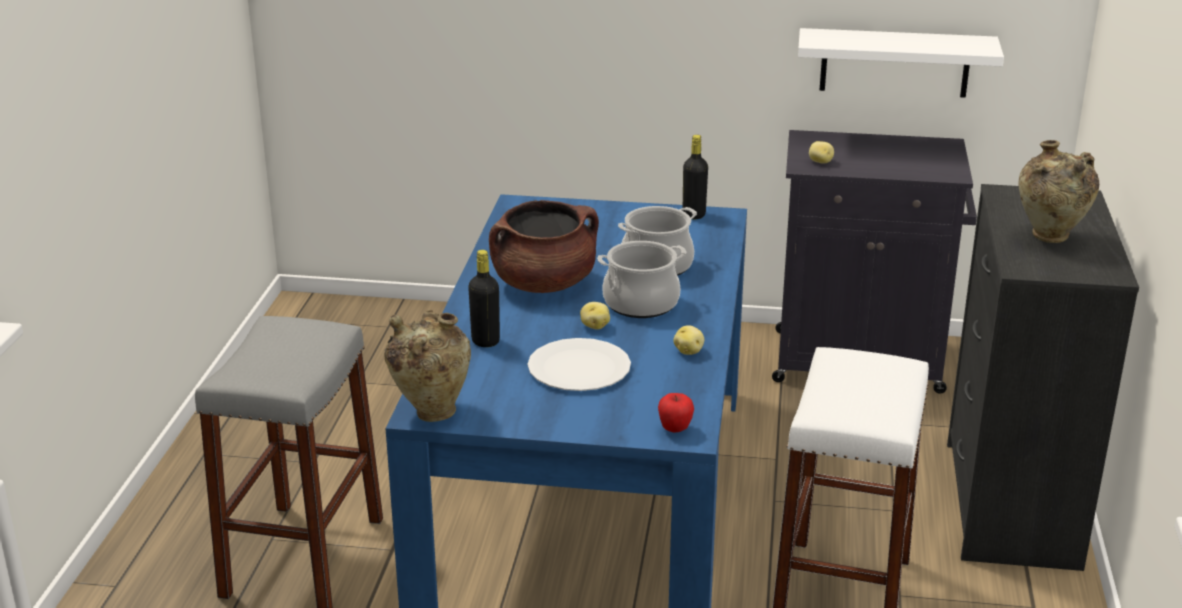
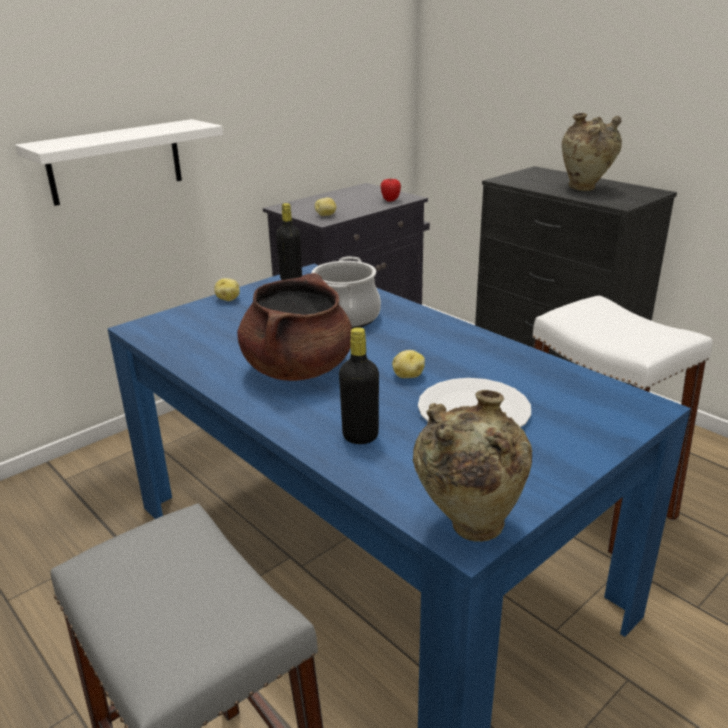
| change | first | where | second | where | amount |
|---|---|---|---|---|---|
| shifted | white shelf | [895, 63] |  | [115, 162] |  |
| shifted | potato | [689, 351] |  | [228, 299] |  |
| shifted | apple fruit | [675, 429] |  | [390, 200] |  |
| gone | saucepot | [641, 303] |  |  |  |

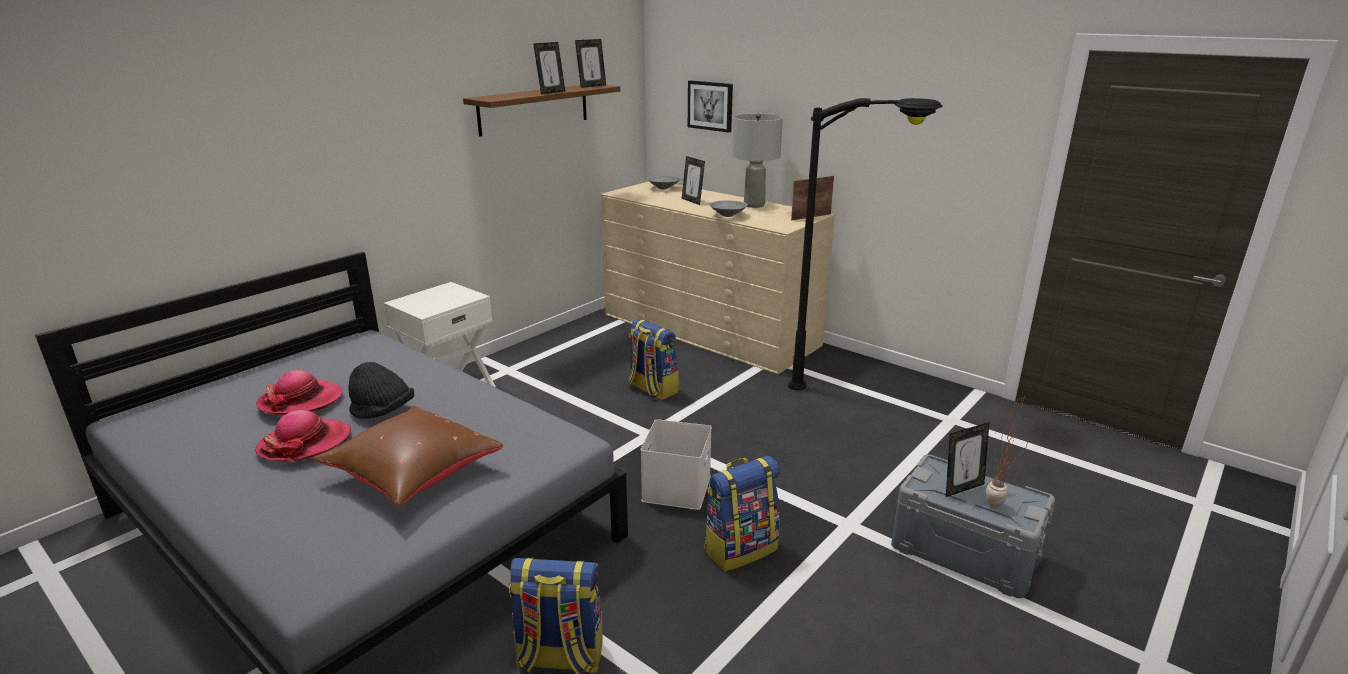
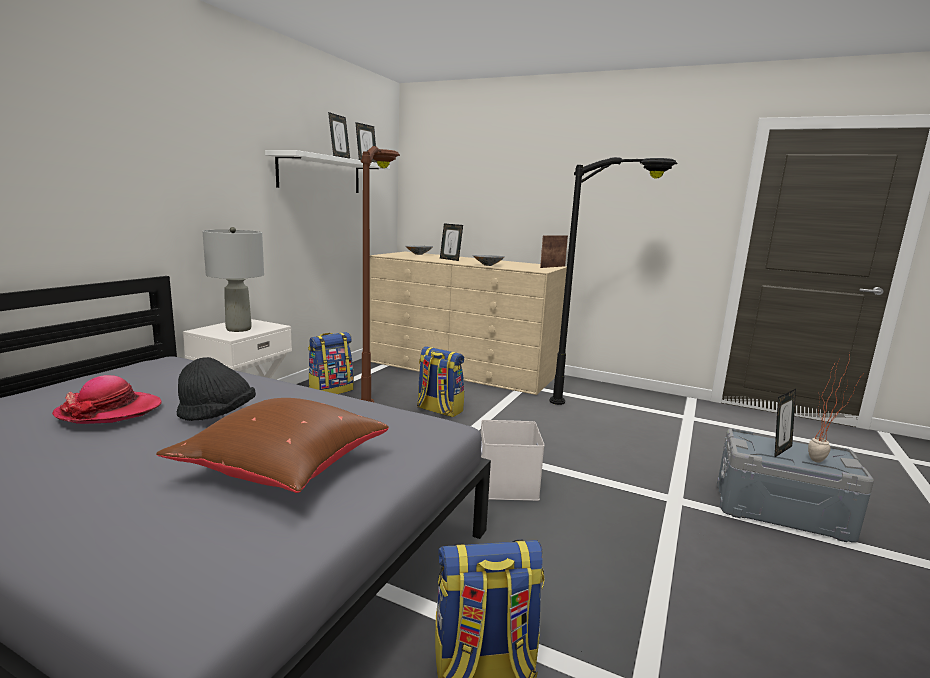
| change | first | where | second | where | amount |
|---|---|---|---|---|---|
| shifted | gray tabletop lamp | [754, 205] |  | [239, 329] |  |
| repainted | brown shelf | [534, 109] | white shelf | [320, 174] |  |
| shifted | rucksack | [740, 548] |  | [331, 391] |  |
| new |  |  | brown floor lamp | [377, 387] |  |
| gone | hat | [305, 443] |  |  |  |
| gone | picture | [710, 106] |  |  |  |

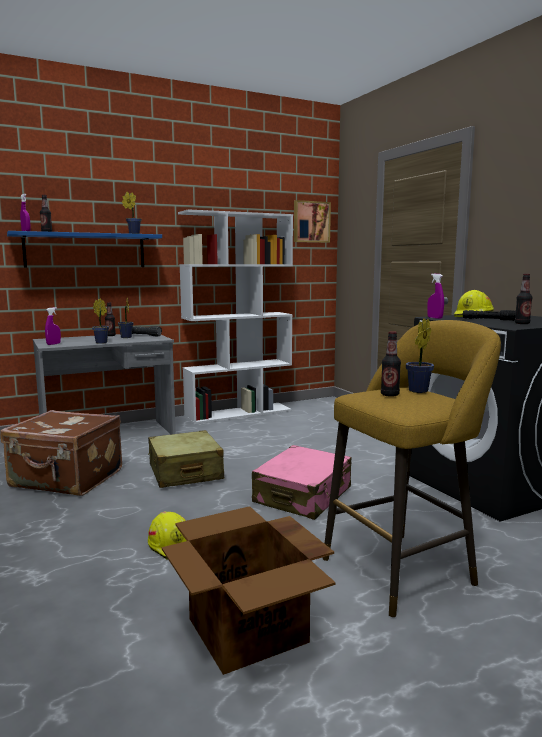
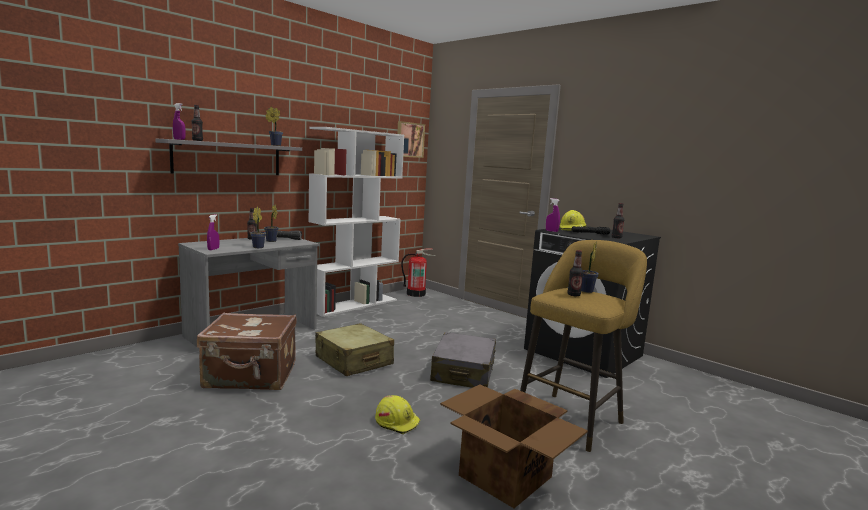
| change | first | where | second | where | amount |
|---|---|---|---|---|---|
| repainted | bluish shelf | [85, 250] | gray shelf | [228, 158] |  |
| new |  |  | extinguisher | [416, 294] |  |
| repainted | pink suitcase | [303, 496] | gray suitcase | [463, 372] |  |

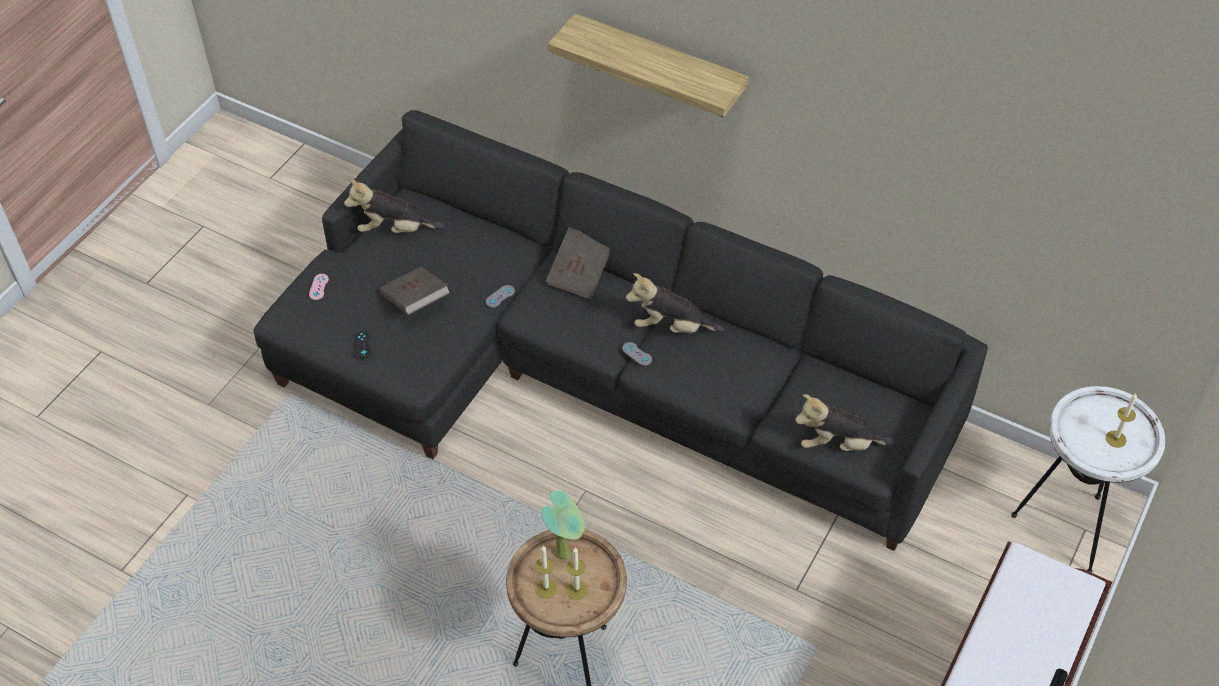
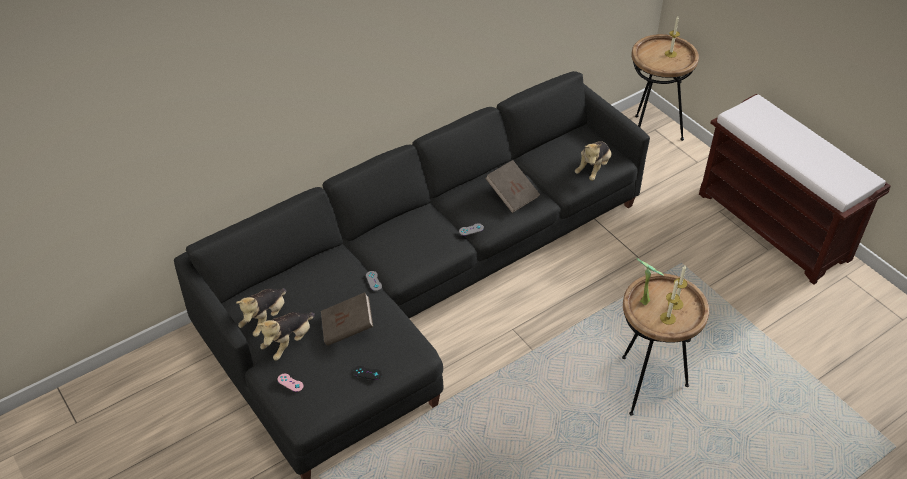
| change | first | where | second | where | amount |
|---|---|---|---|---|---|
| shifted | plush toy | [672, 327] |  | [289, 342] |  |
| shifted | brown book | [580, 274] |  | [512, 195] |  |
| repainted | white side table | [1066, 528] | brown side table | [650, 135] |  |
| gone | shelf | [659, 68] |  |  |  |

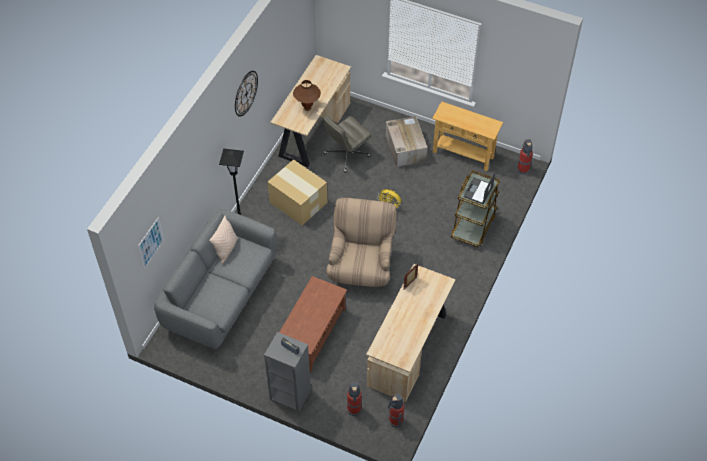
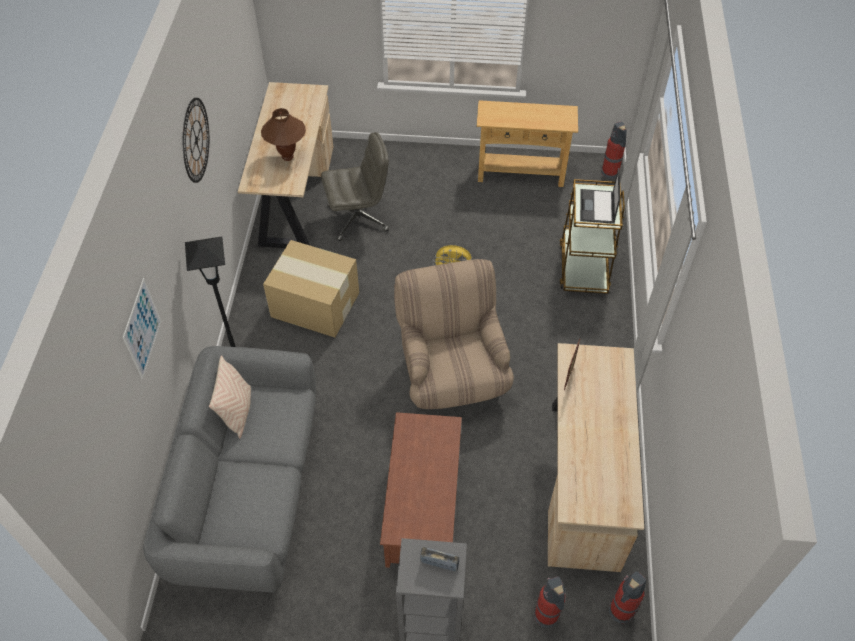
| change | first | where | second | where | amount |
|---|---|---|---|---|---|
| shifted | picture | [151, 243] |  | [142, 328] |  |
| rotated | gray office chair | [346, 155] |  | [358, 218] | 135 degrees counterclockwise |
| gone | packing box | [405, 147] |  |  |  |

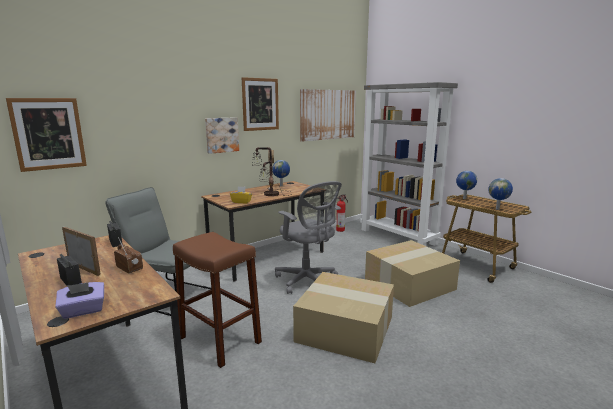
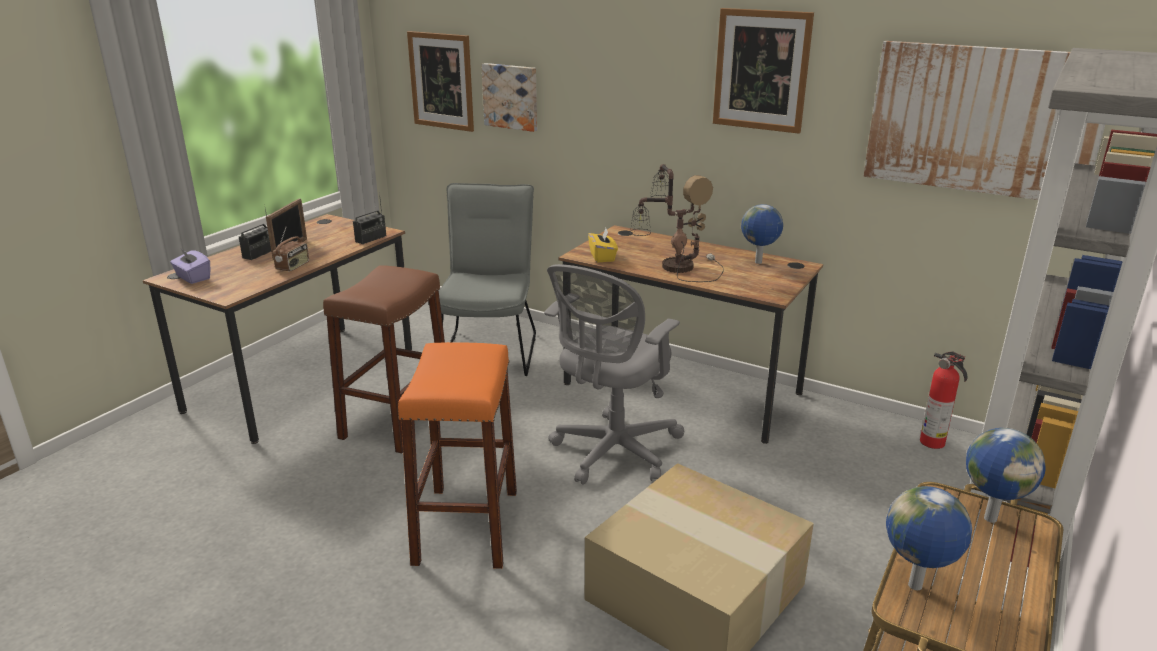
| change | first | where | second | where | amount |
|---|---|---|---|---|---|
| swapped | packing box | [346, 328] | orange-coloured sitting stool | [466, 526] |  |
| shifted | picture | [221, 135] |  | [511, 96] |  |

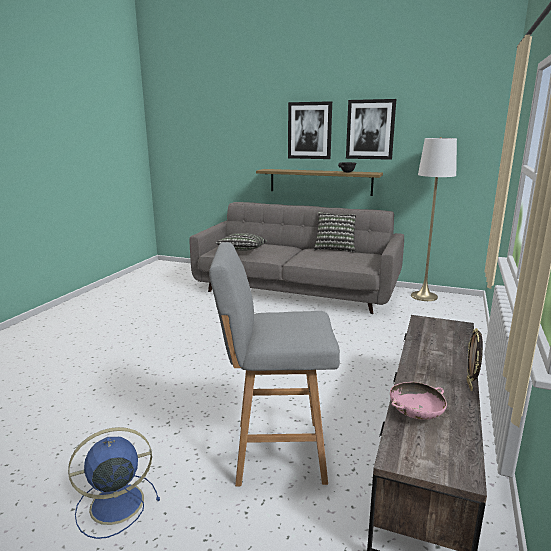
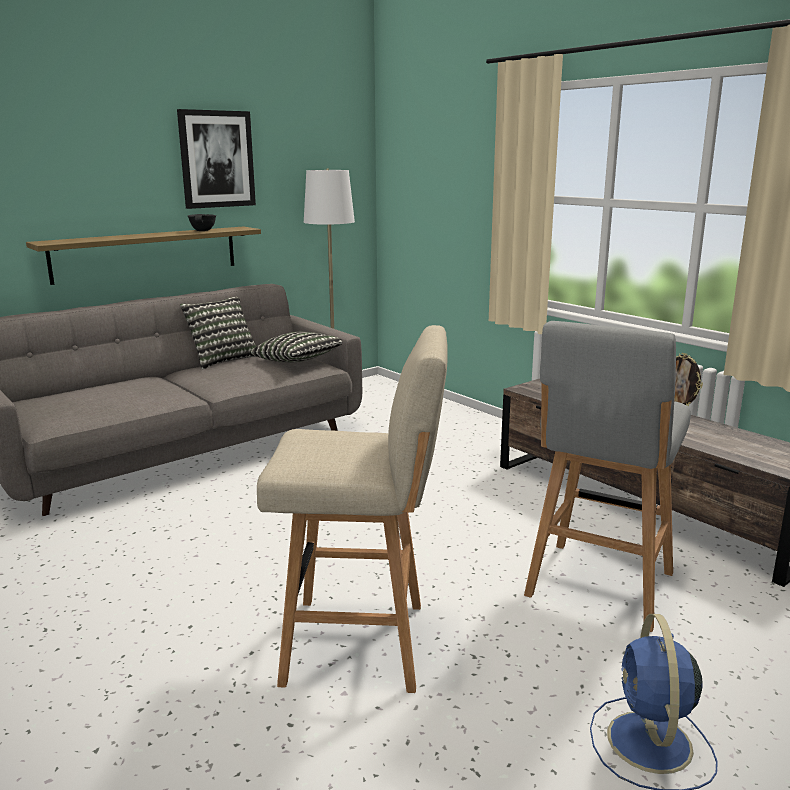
| change | first | where | second | where | amount |
|---|---|---|---|---|---|
| shifted | cushion | [242, 250] |  | [298, 361] |  |
| new |  |  | sand-coloured sitting stool | [361, 643] |  |
| gone | picture | [309, 130] |  |  |  |
| gone | pink serving bowl | [416, 414] |  |  |  |

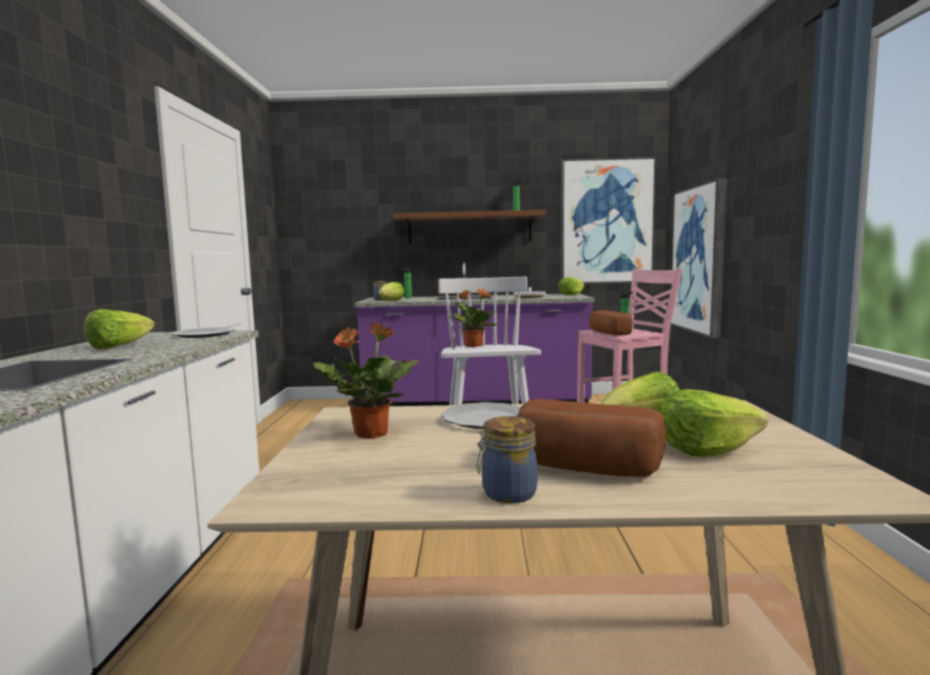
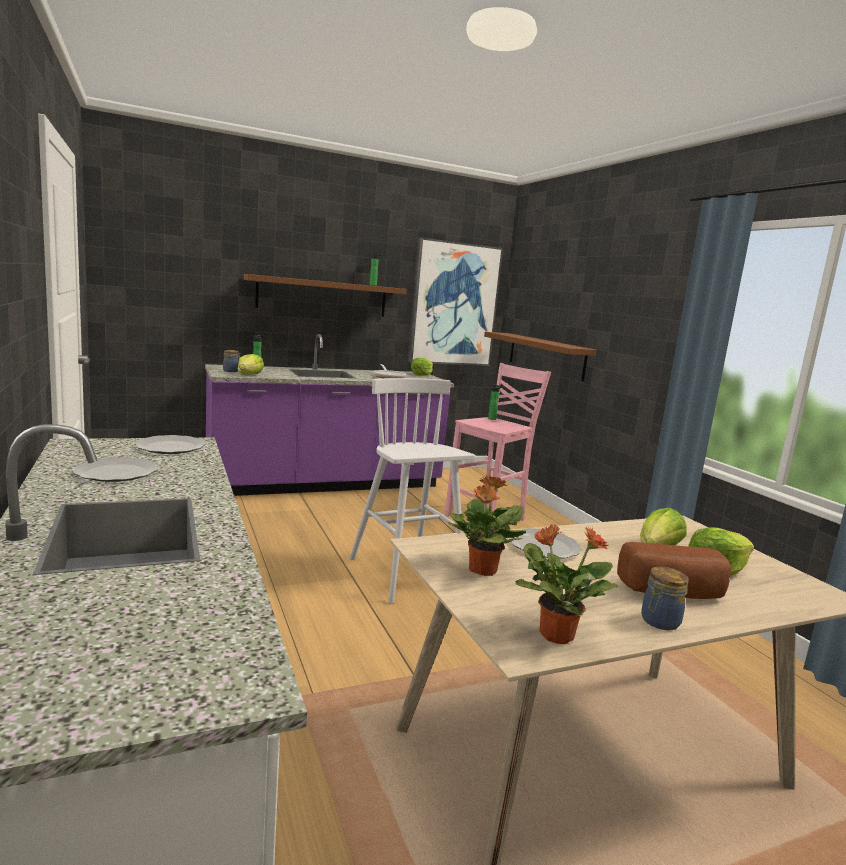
| change | first | where | second | where | amount |
|---|---|---|---|---|---|
| swapped | lettuce head | [119, 346] | plate | [115, 473] |  |
| swapped | picture | [699, 259] | brown shelf | [545, 355] |  |
| shifted | houseplant | [473, 345] |  | [555, 634] |  |
| gone | bread | [607, 333] |  |  |  |

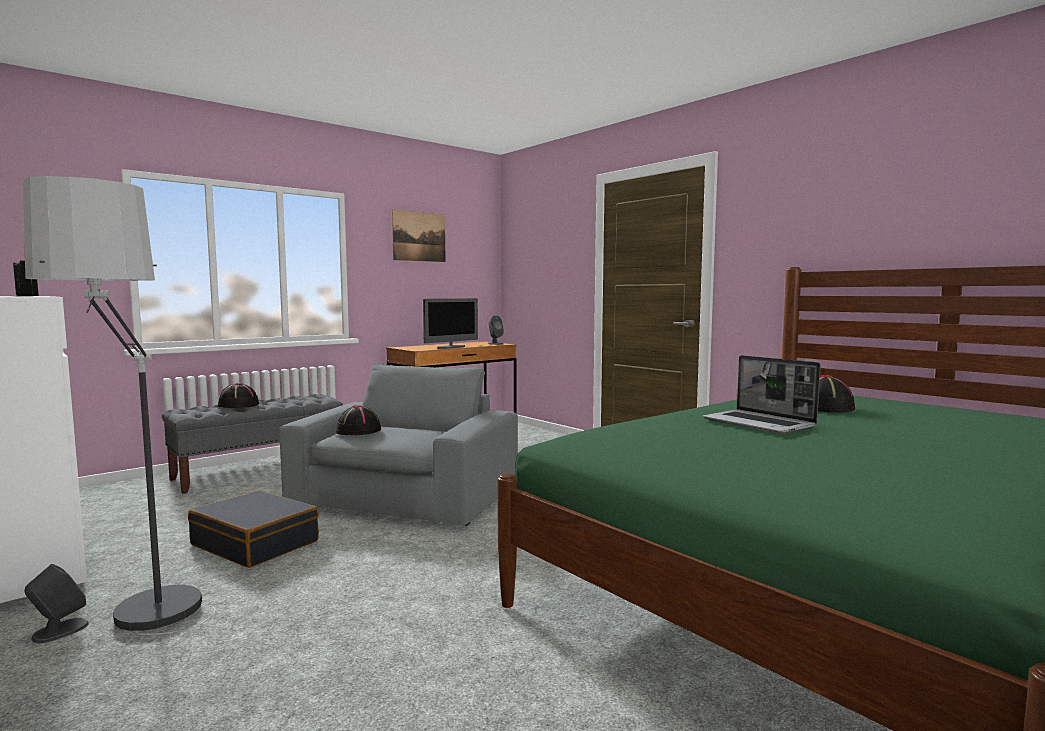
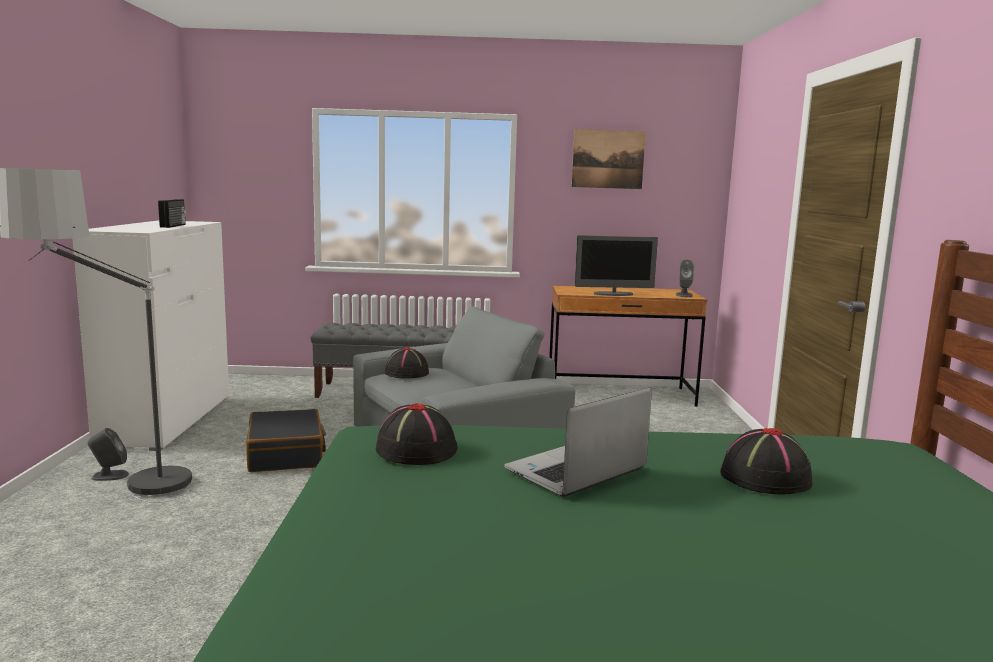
| change | first | where | second | where | amount |
|---|---|---|---|---|---|
| shifted | black-coloured hat | [238, 405] |  | [415, 450] |  |
| rotated | portable computer | [759, 424] |  | [576, 471] | 45 degrees clockwise |

